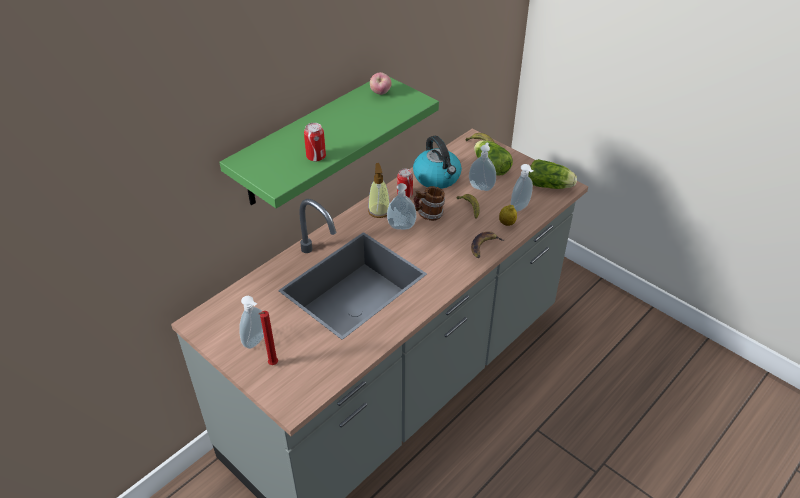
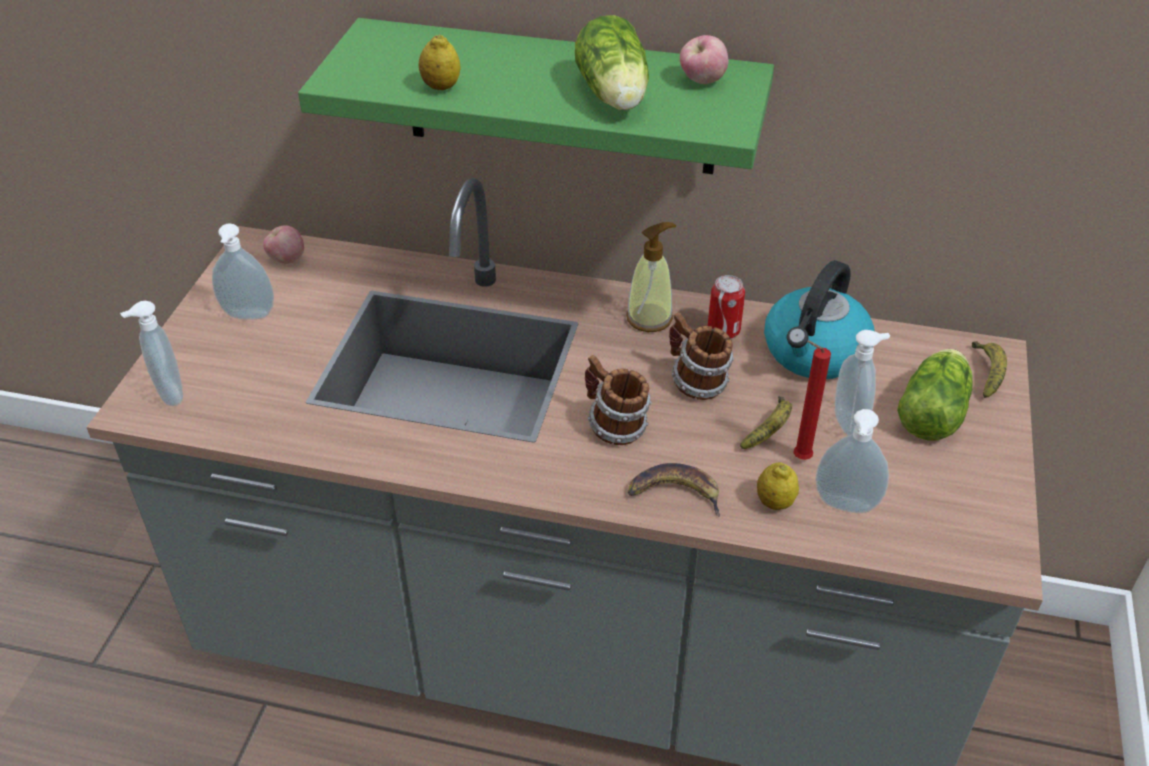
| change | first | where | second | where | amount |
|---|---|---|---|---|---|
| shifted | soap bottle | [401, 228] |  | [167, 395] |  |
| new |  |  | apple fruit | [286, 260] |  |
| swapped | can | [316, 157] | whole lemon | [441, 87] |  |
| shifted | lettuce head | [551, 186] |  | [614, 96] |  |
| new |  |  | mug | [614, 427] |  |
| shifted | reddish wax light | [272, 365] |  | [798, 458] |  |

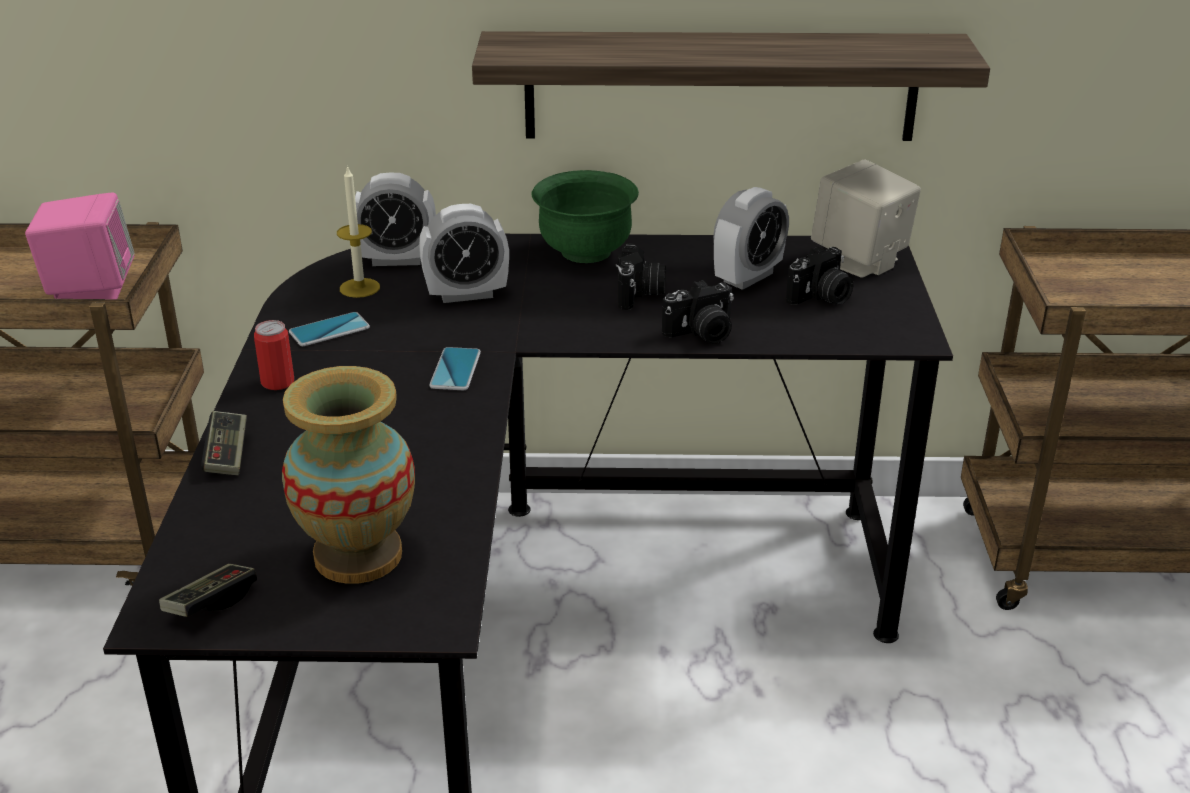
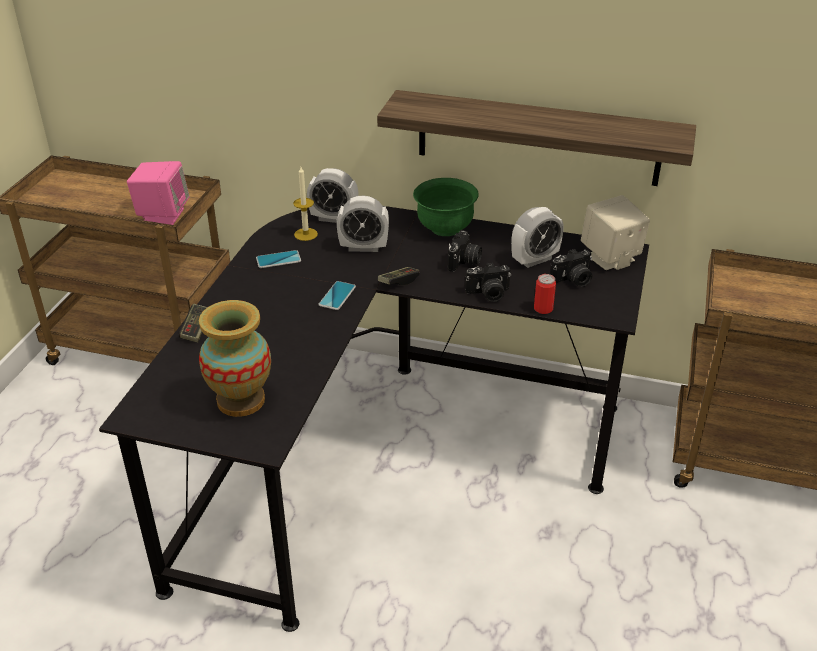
| change | first | where | second | where | amount |
|---|---|---|---|---|---|
| shifted | game controller | [211, 602] |  | [398, 281] |  |
| shifted | can | [277, 382] |  | [543, 309] |  |

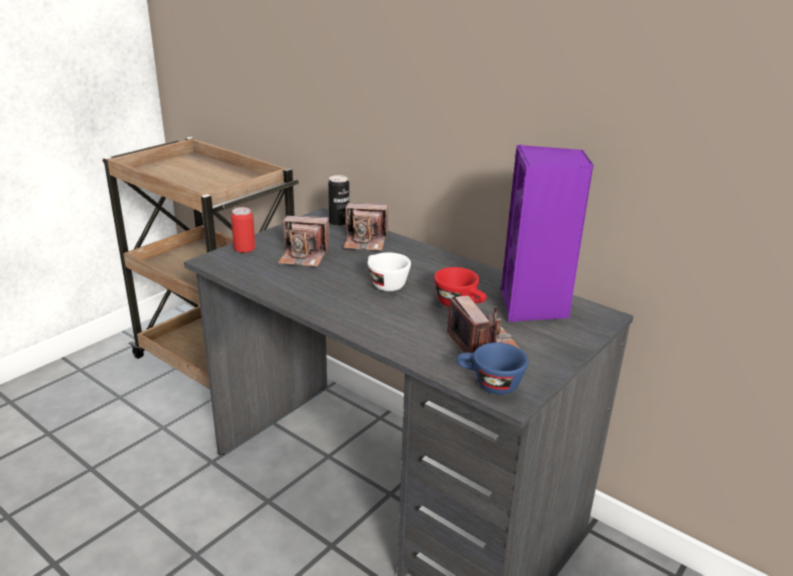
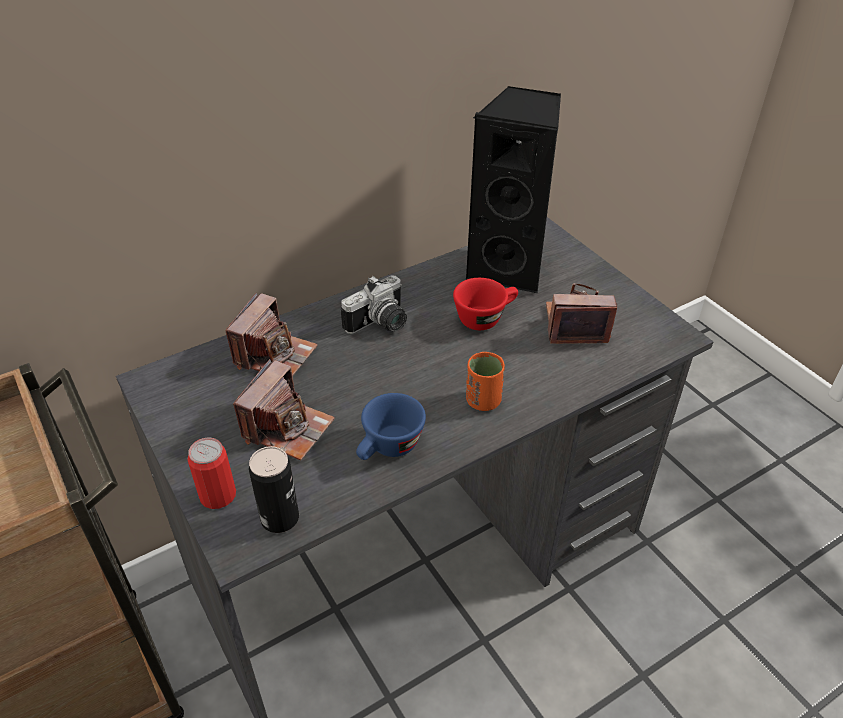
| change | first | where | second | where | amount |
|---|---|---|---|---|---|
| shifted | can | [339, 223] |  | [280, 518] |  |
| new |  |  | still camera | [381, 324] |  |
| shifted | bluish cup | [489, 384] |  | [388, 448] |  |
| repainted | purplish speaker | [534, 307] | black-coloured speaker | [510, 268] |  |
| new |  |  | orange-coloured cup | [483, 401] |  |
| gone | white cup | [384, 283] |  |  |  |

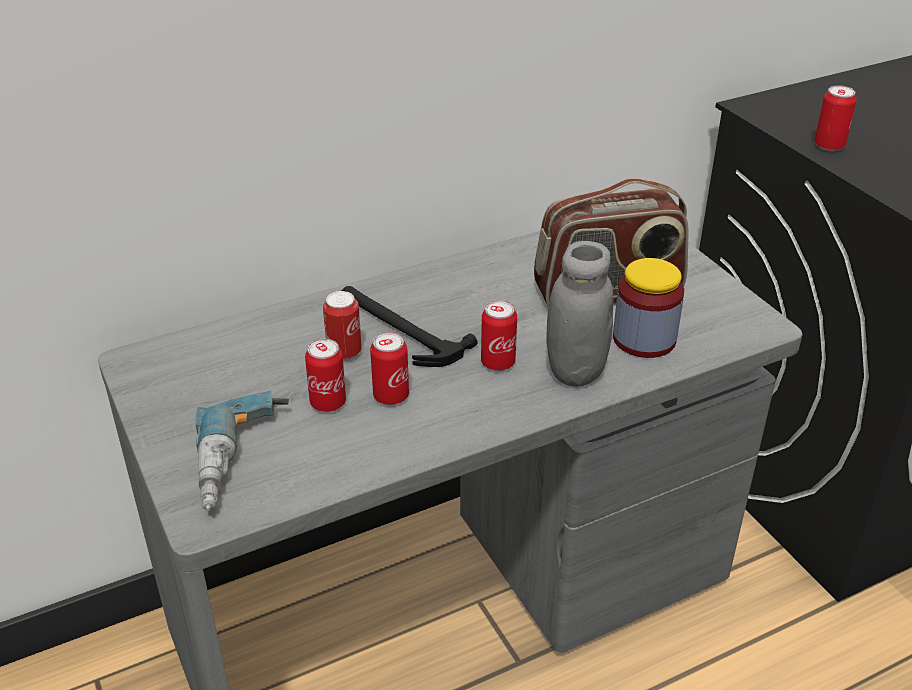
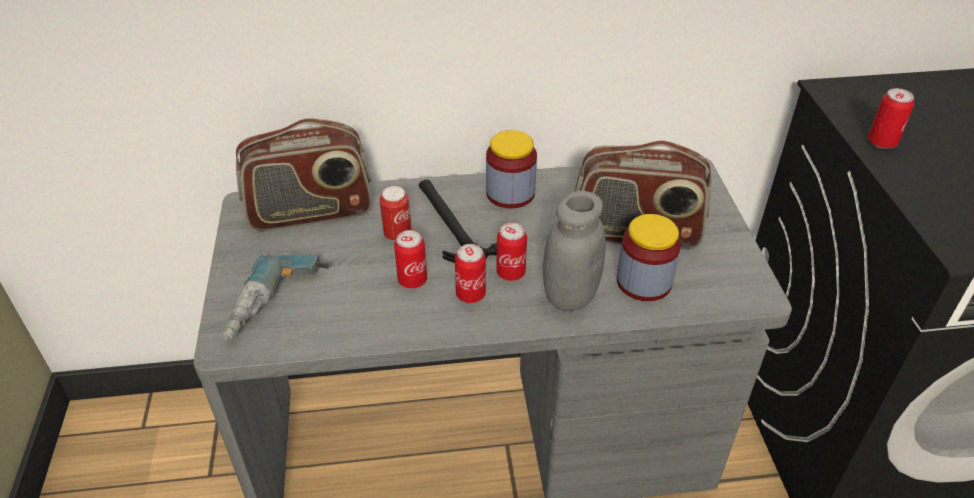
| change | first | where | second | where | amount |
|---|---|---|---|---|---|
| new |  |  | radio set | [310, 212] |  |
| shifted | can | [328, 403] |  | [470, 294] |  |
| new |  |  | storage jar | [510, 193] |  |

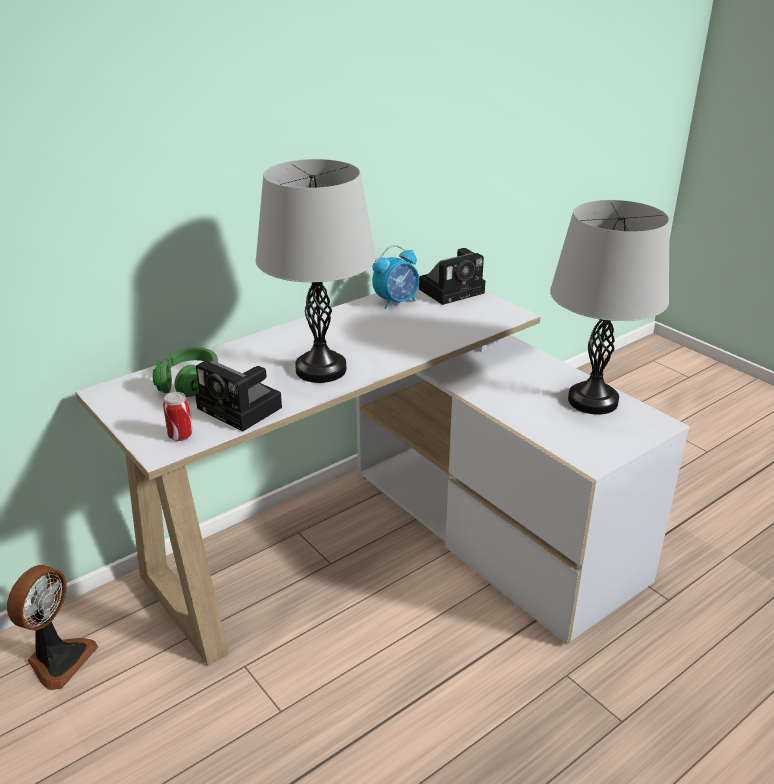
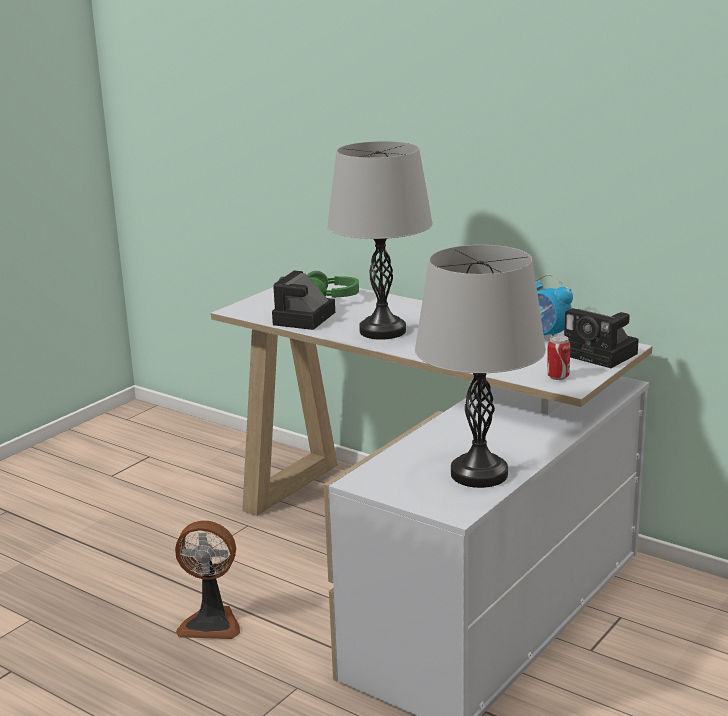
| change | first | where | second | where | amount |
|---|---|---|---|---|---|
| shifted | fan | [58, 659] |  | [211, 623] |  |
| shifted | can | [180, 436] |  | [558, 376] |  |

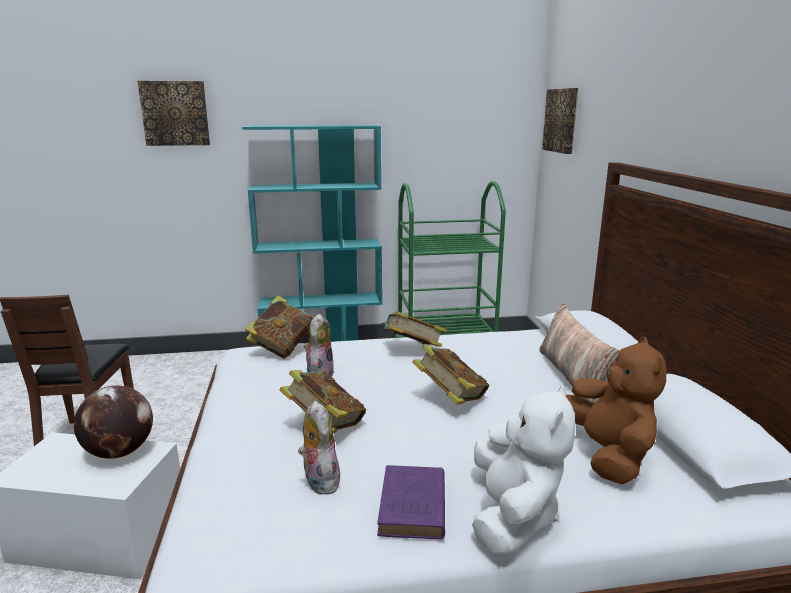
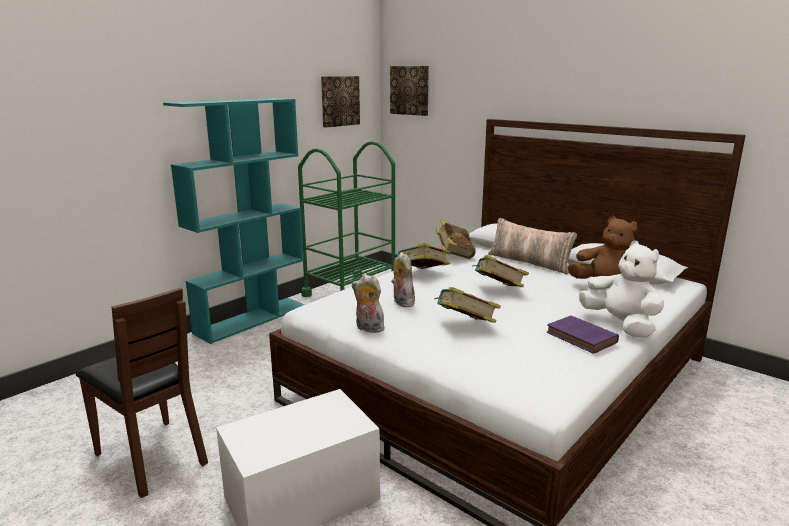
| change | first | where | second | where | amount |
|---|---|---|---|---|---|
| shifted | picture | [175, 113] |  | [339, 101] |  |
| shifted | plush toy | [319, 481] |  | [368, 328] |  |
| shifted | book | [282, 348] |  | [454, 255] |  |
| gone | globe | [120, 452] |  |  |  |

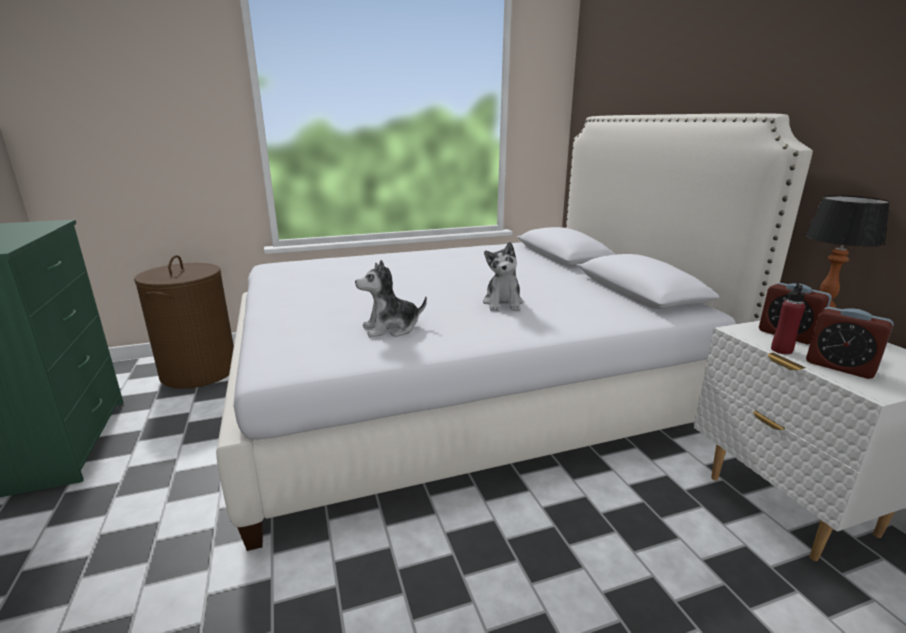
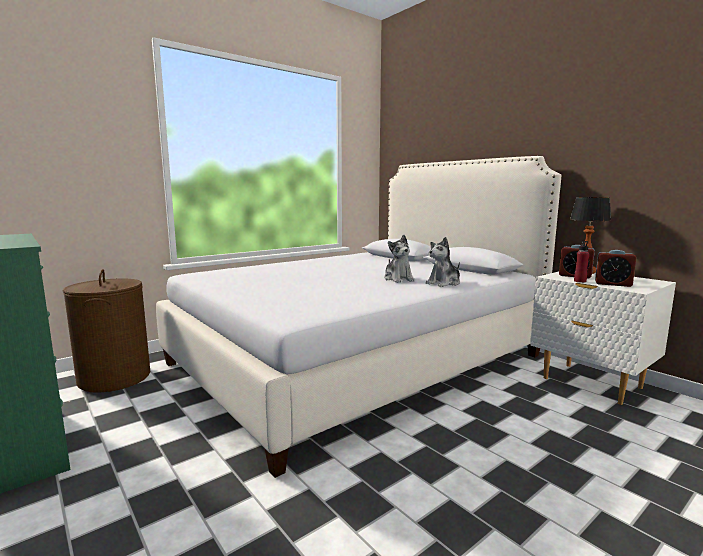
| change | first | where | second | where | amount |
|---|---|---|---|---|---|
| shifted | plush toy | [391, 328] |  | [444, 283] |  |

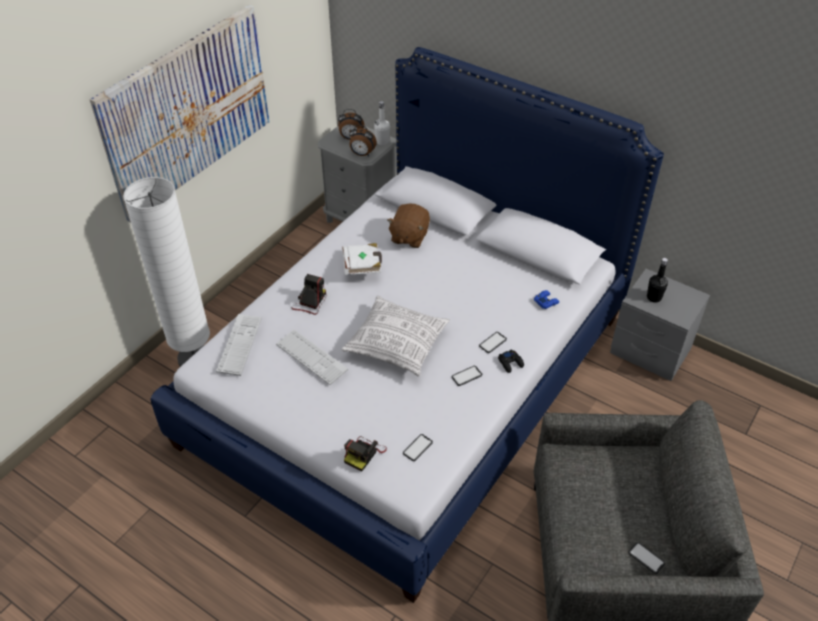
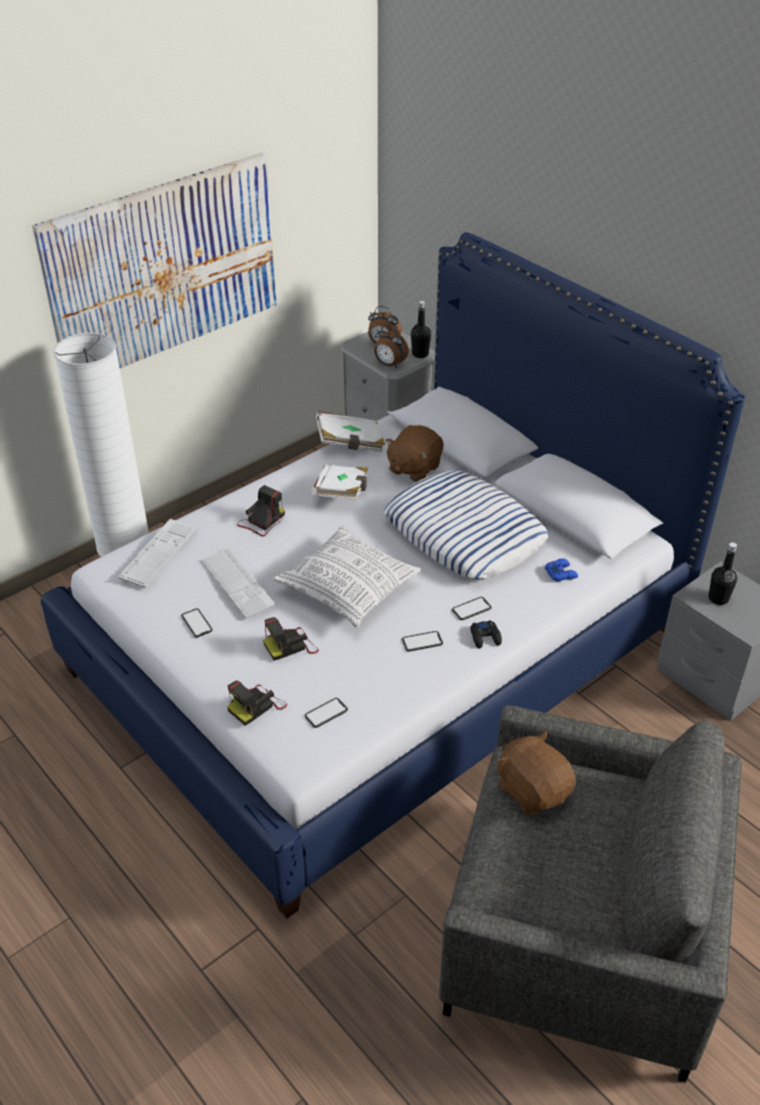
| change | first | where | second | where | amount |
|---|---|---|---|---|---|
| shifted | phone | [646, 558] |  | [197, 623] |  |
| new |  |  | still camera | [291, 646] |  |
| new |  |  | white book | [350, 443] |  |
| new |  |  | cushion | [465, 533] |  |
| repainted | white bottle | [382, 141] | black-coloured bottle | [420, 354] |  |
| new |  |  | brown plush toy | [533, 790] |  |

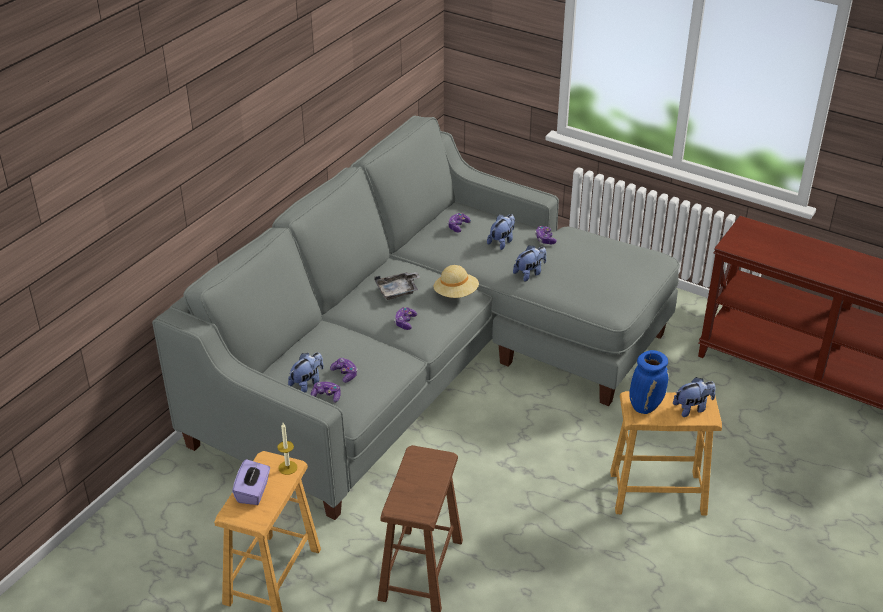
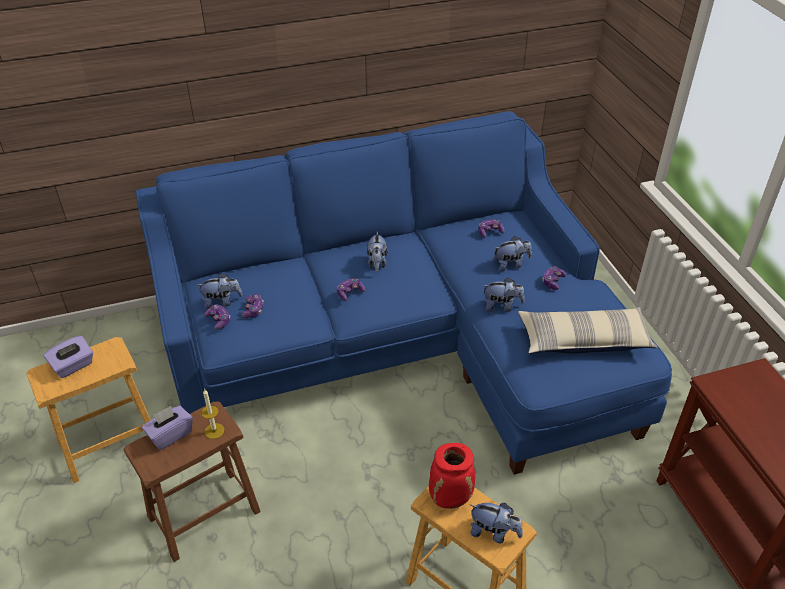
| change | first | where | second | where | amount |
|---|---|---|---|---|---|
| repainted | gray sofa | [426, 362] | bluish sofa | [405, 341] |  |
| new |  |  | purplish tissue holder | [170, 435] |  |
| shifted | wax light | [287, 467] |  | [214, 431] |  |
| swapped | gray carrying tray | [398, 291] | plush toy | [377, 263] |  |
| repainted | bluish flower vase | [645, 406] | reddish flower vase | [450, 498] |  |
| new |  |  | cushion | [583, 340] |  |
| gone | sand-coloured hat | [456, 294] |  |  |  |

